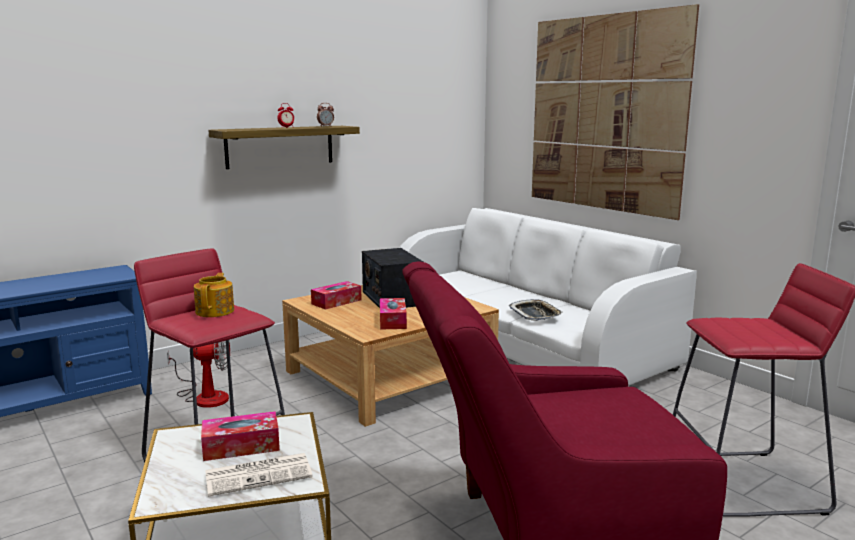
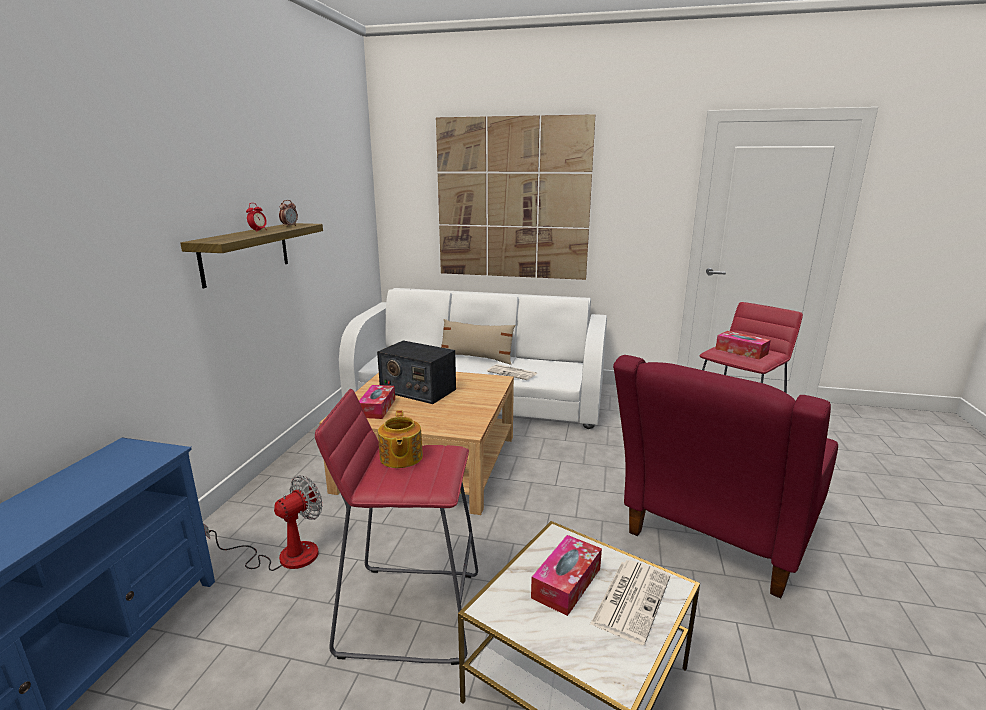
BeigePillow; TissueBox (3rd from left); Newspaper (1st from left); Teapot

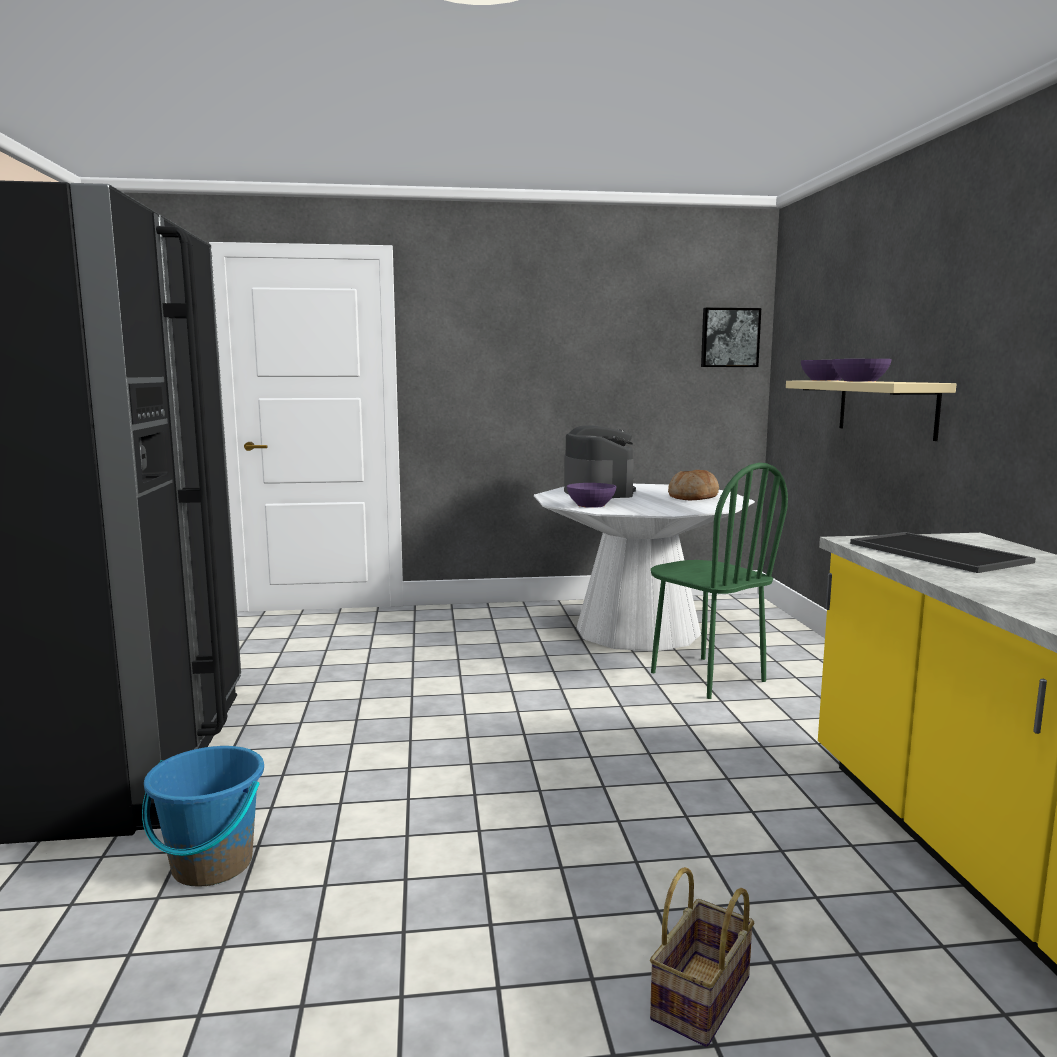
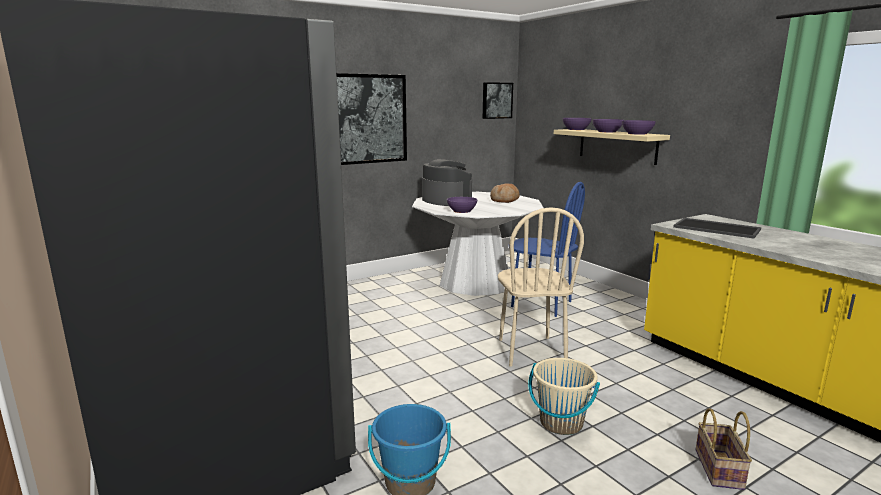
Picture (1st from left); BeigeChair; BeigeBucket; PurpleBowl (4th from left); BlueChair

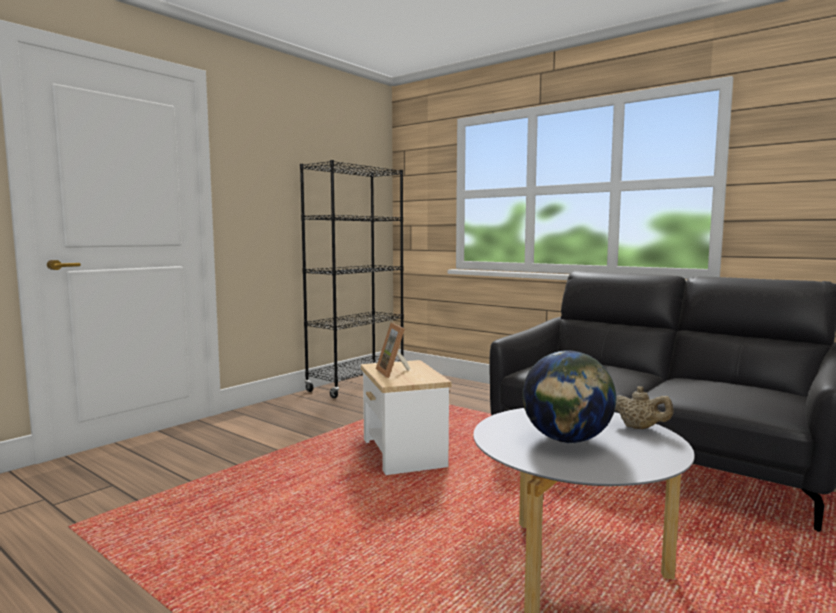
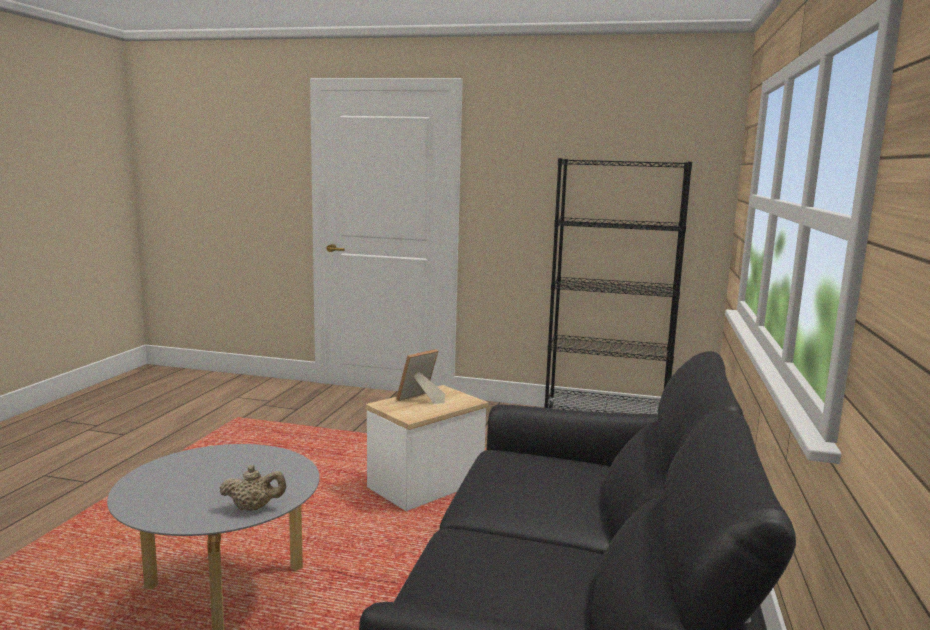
Globe; BeigeTeapot

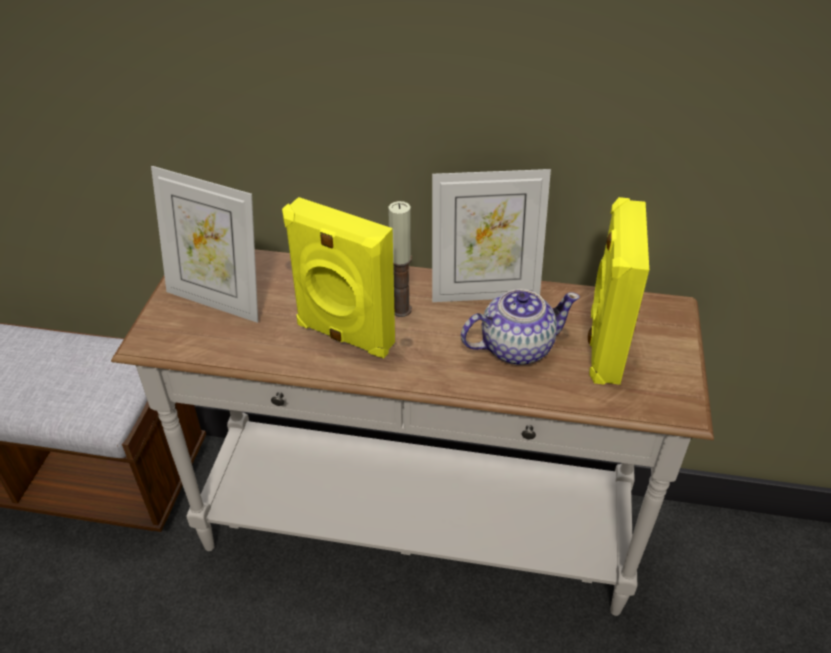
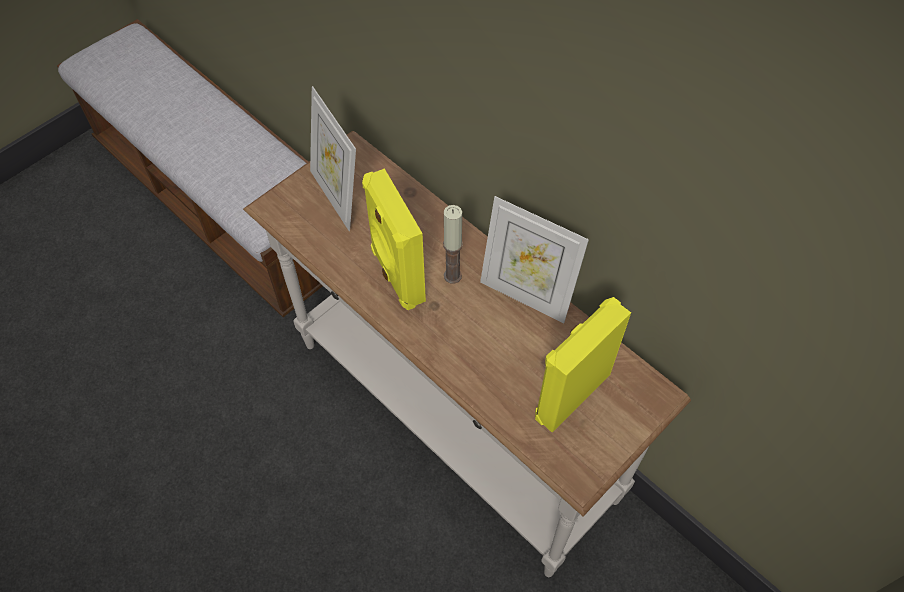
Teapot

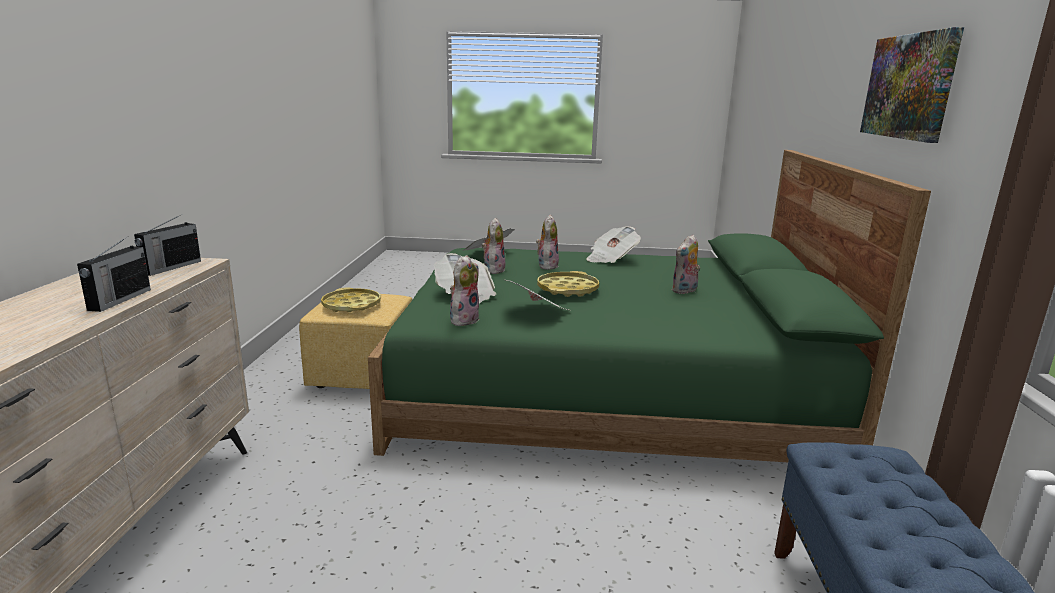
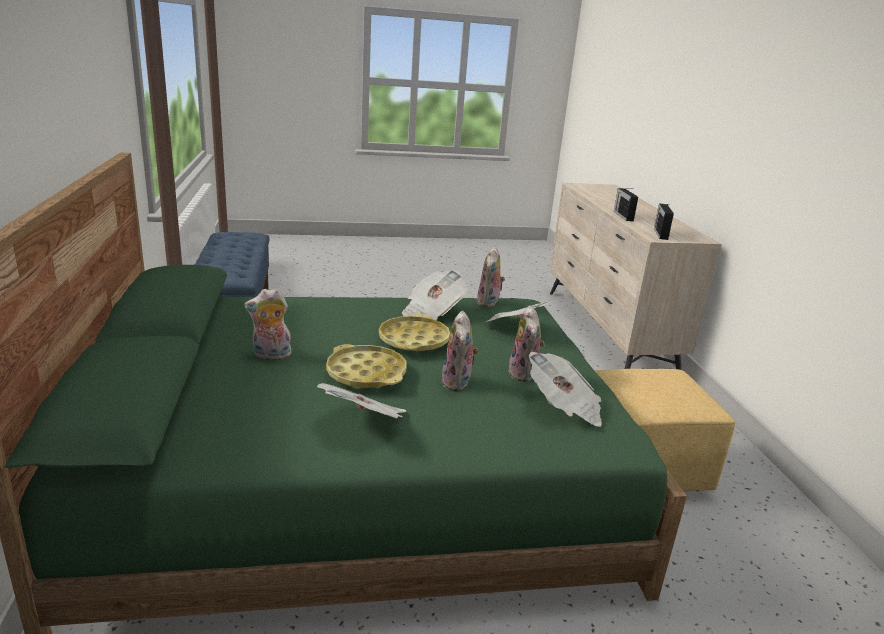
Picture; YellowTray (1st from left); PlushToy (1st from left)

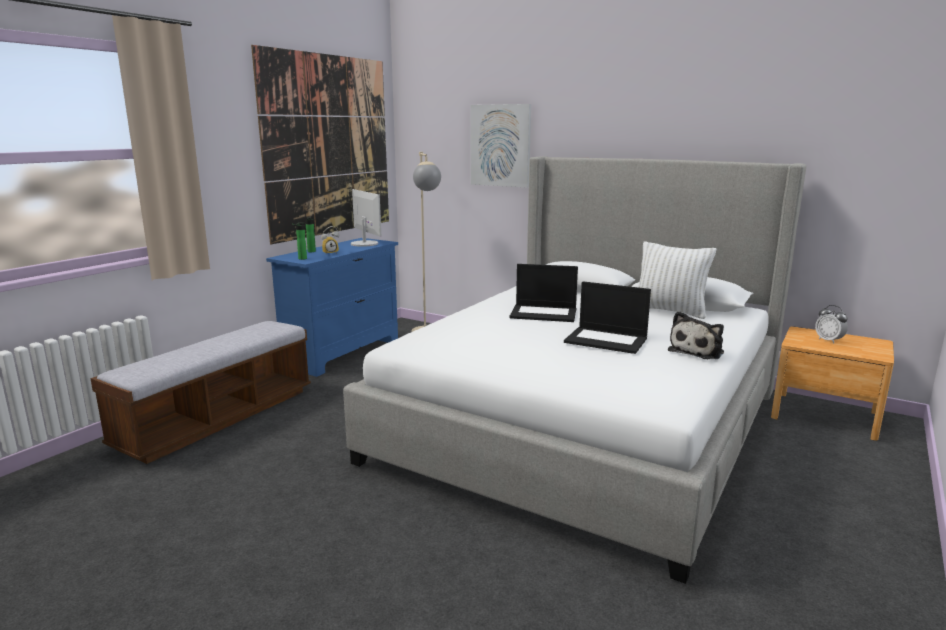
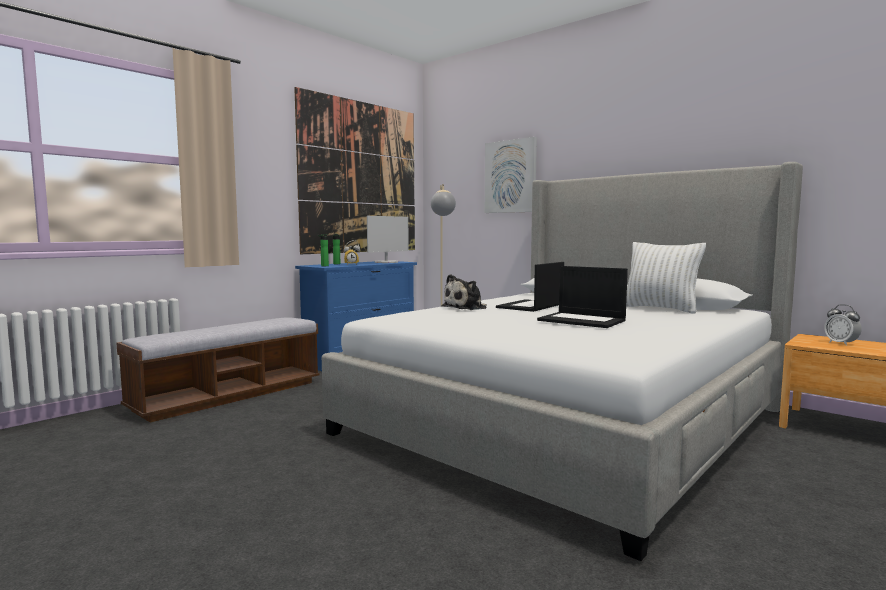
PlushToy; Monitor; Laptop (1st from left)

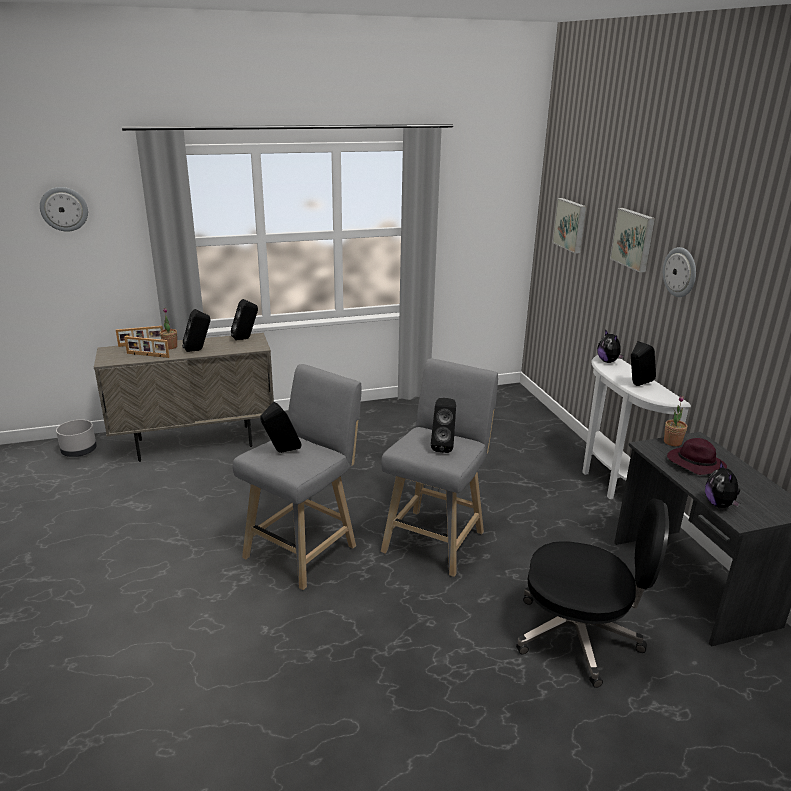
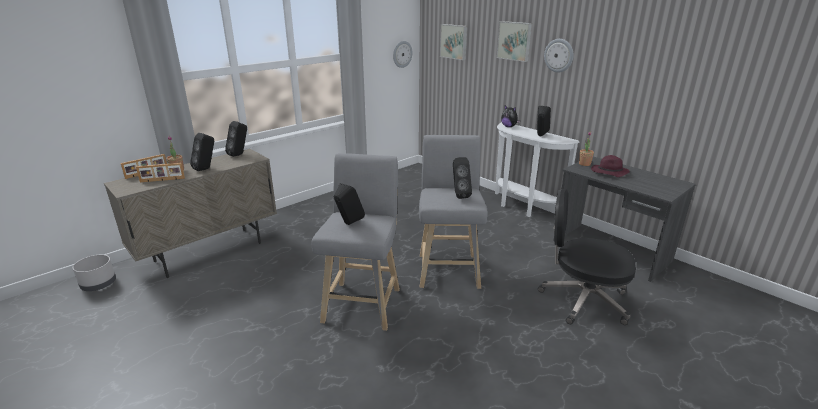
PlushToy (2nd from left in the first image); WallClock (1st from left); BlackOfficeChair

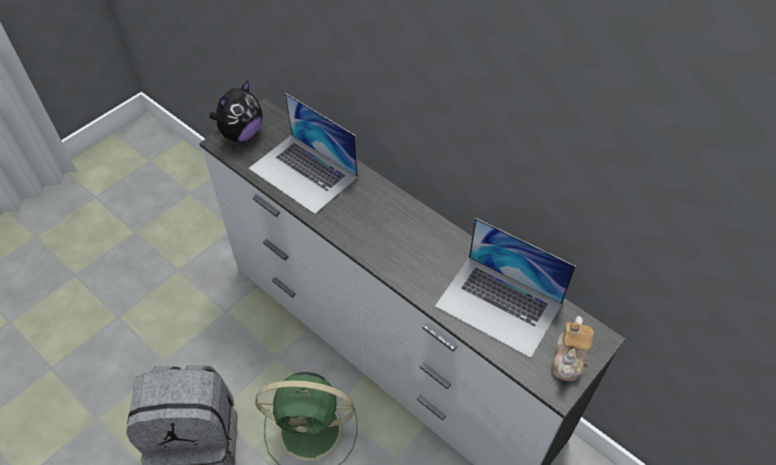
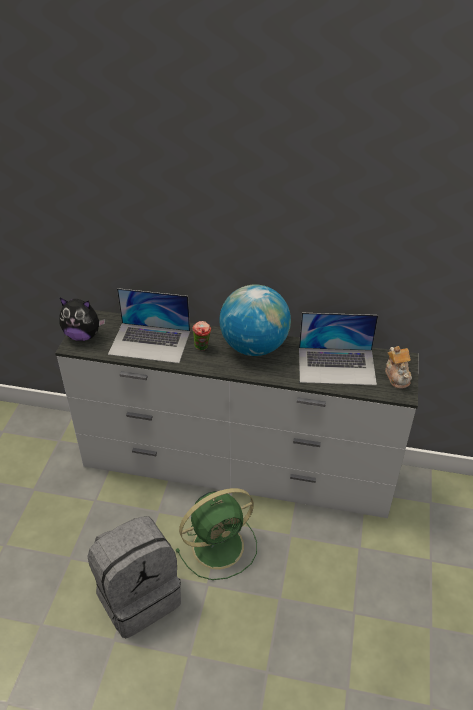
Cup; Globe; PlushToy

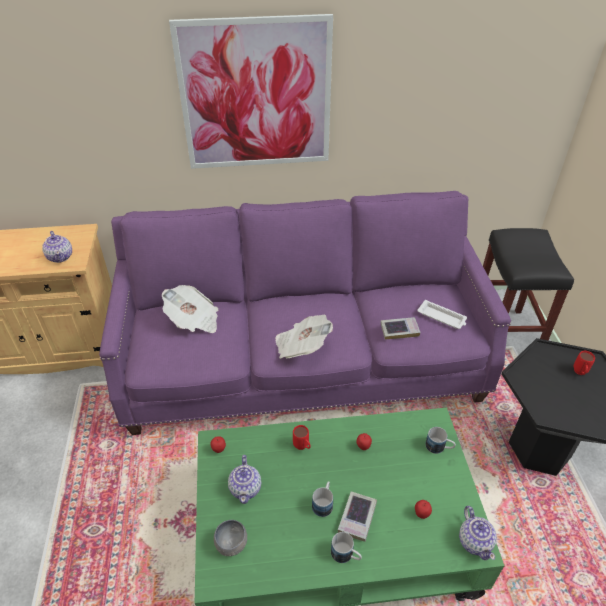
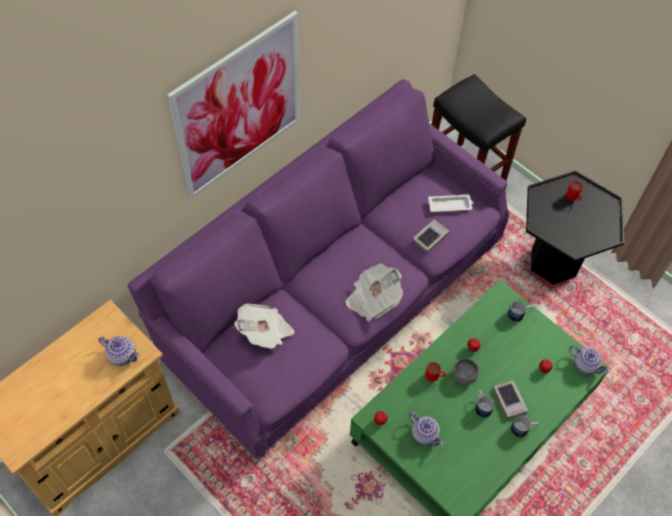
GreyBowl

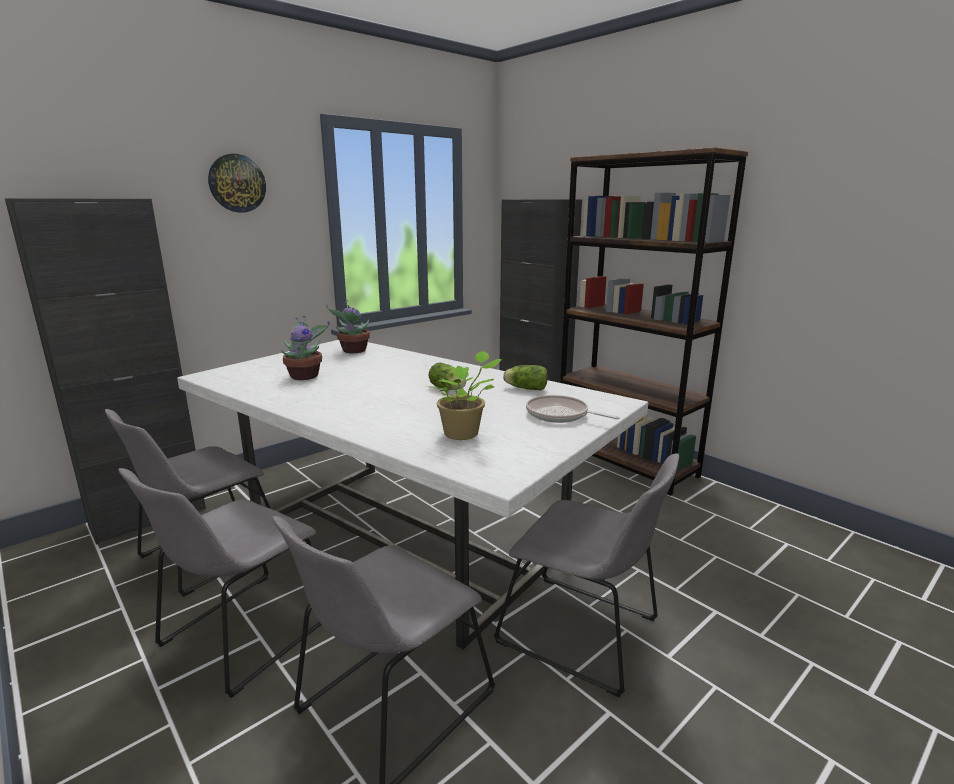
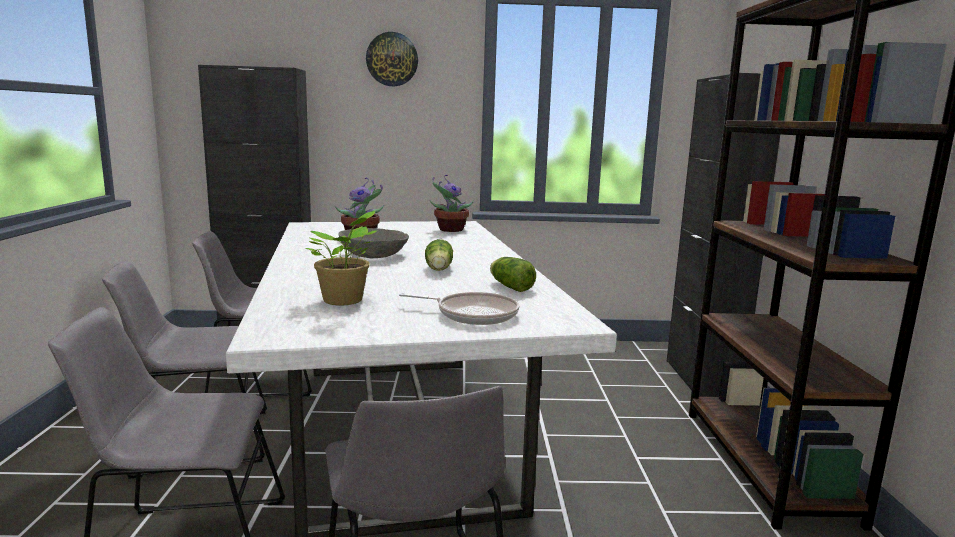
GreyBowl; FryingPan

